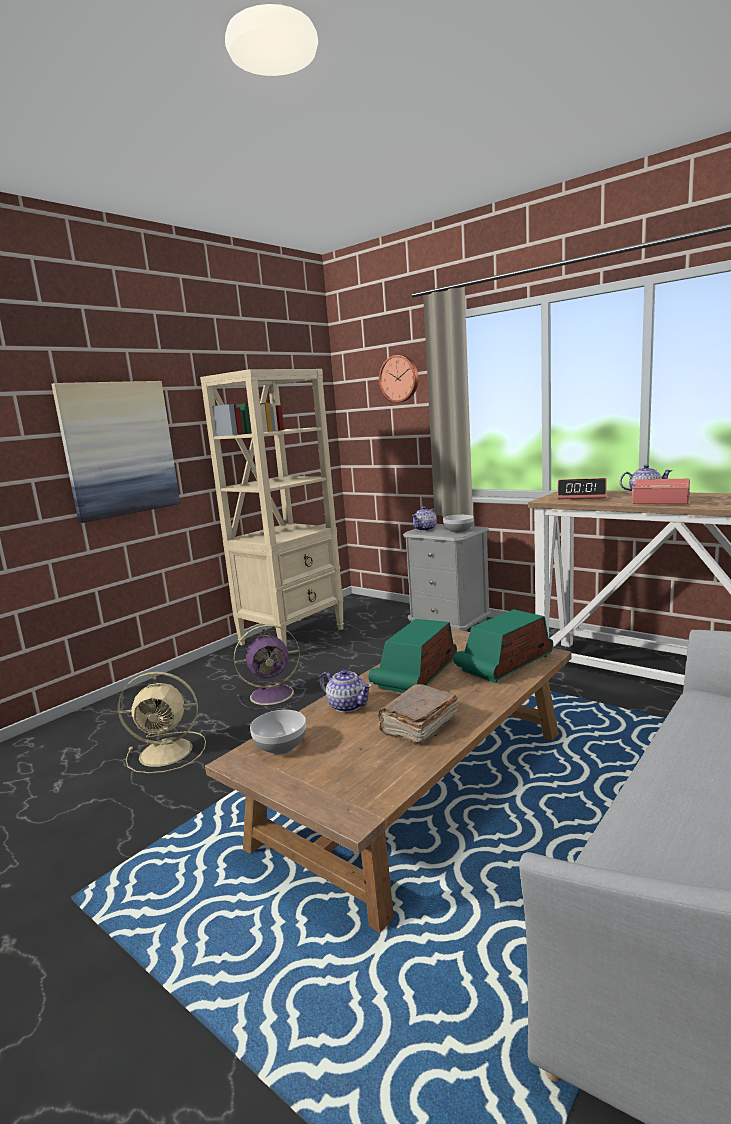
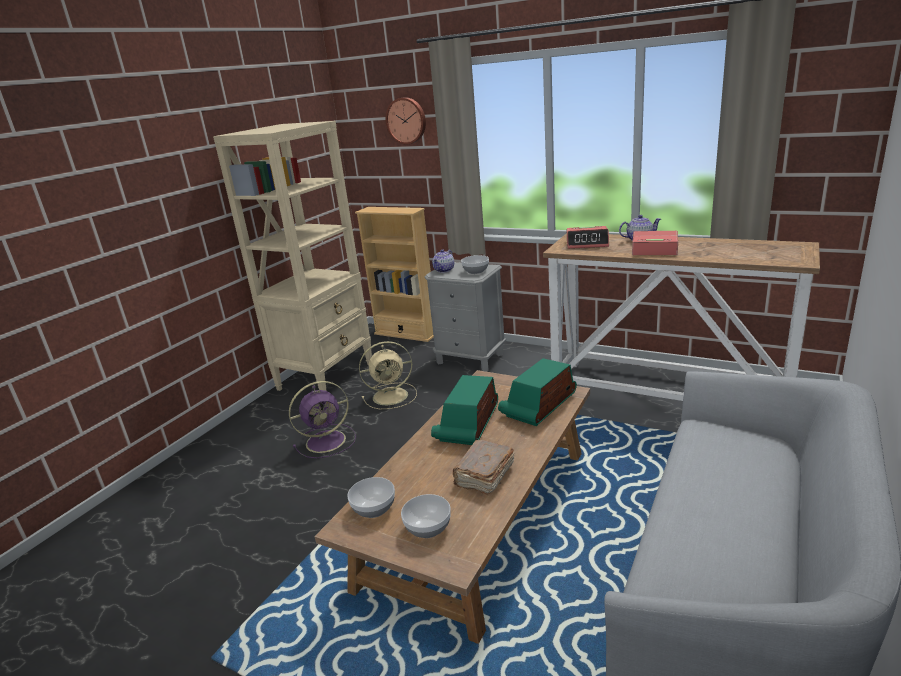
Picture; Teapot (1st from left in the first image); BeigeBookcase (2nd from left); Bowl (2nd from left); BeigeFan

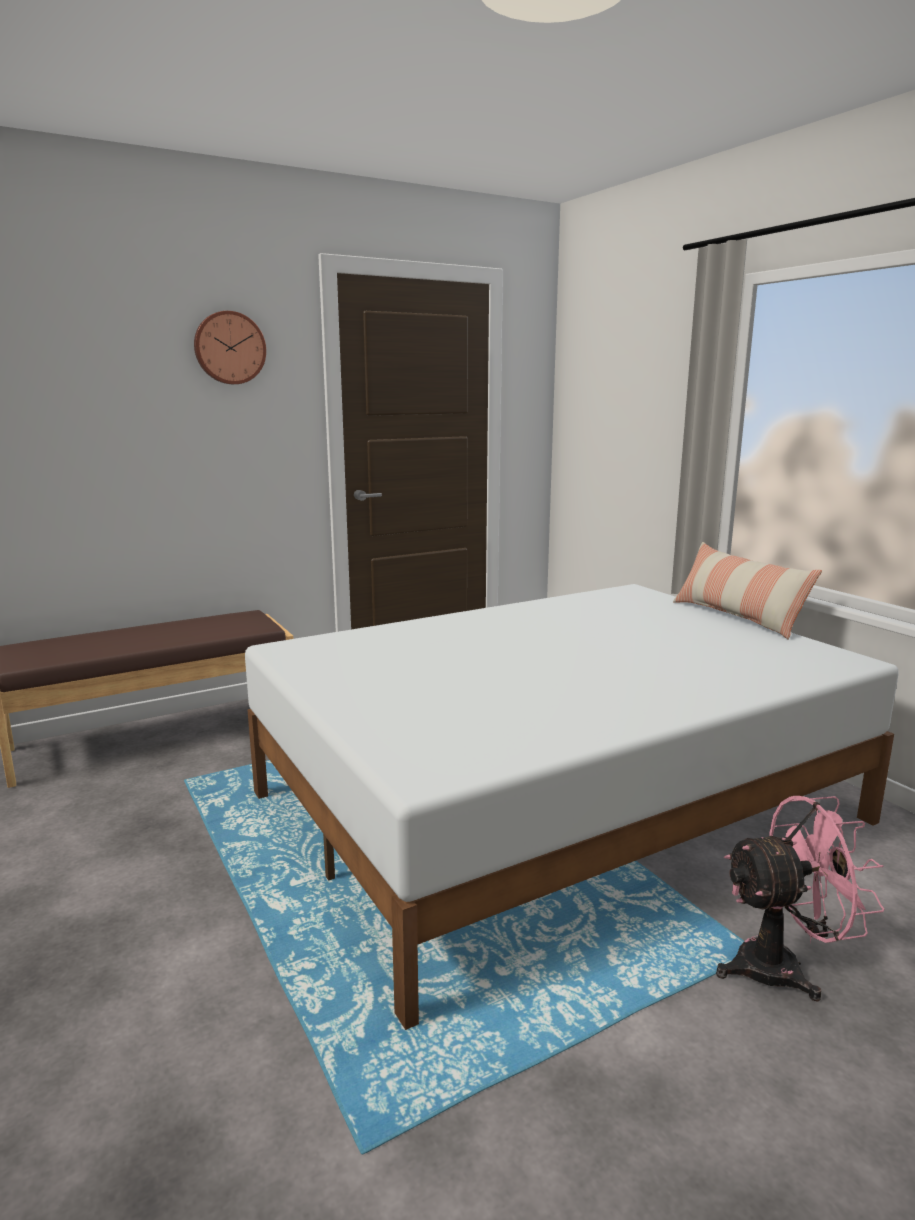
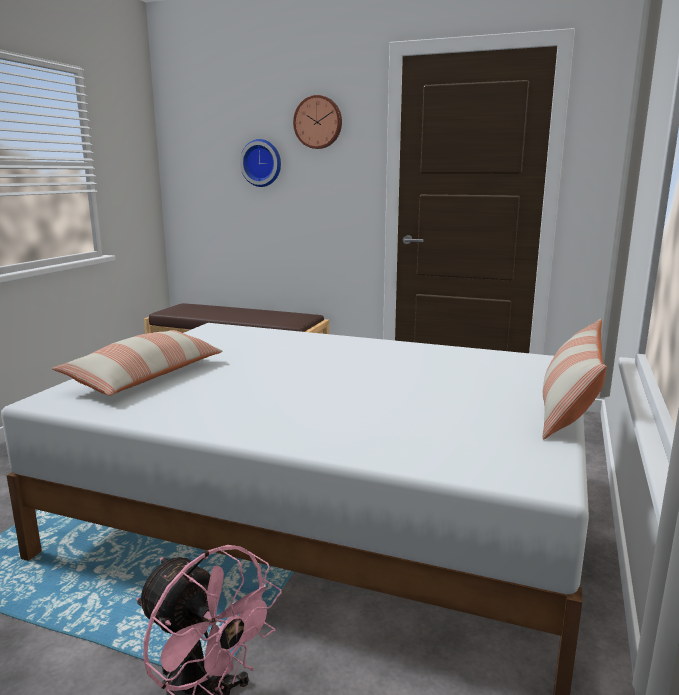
Pillow (1st from left); WallClock (1st from left)

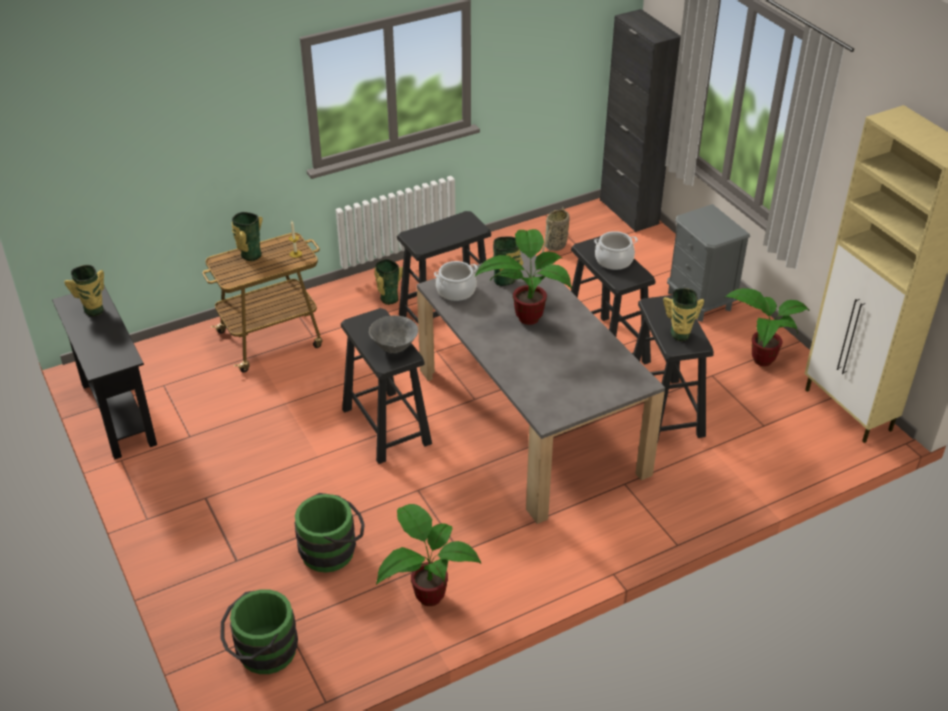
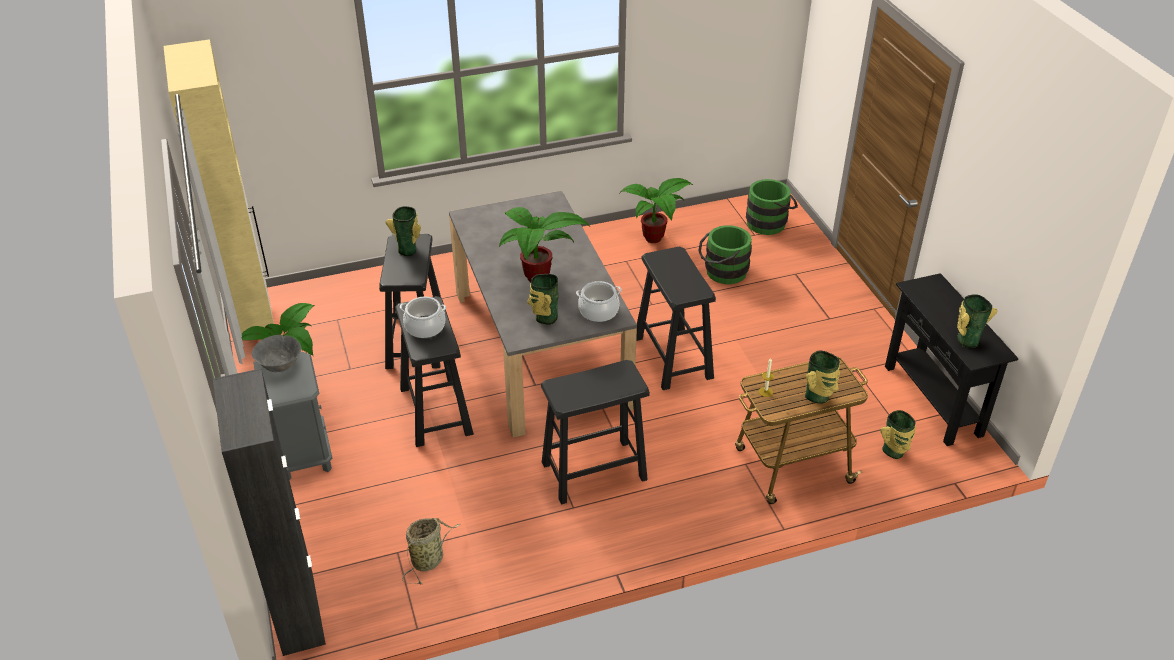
GreyBowl; Vase (4th from left)

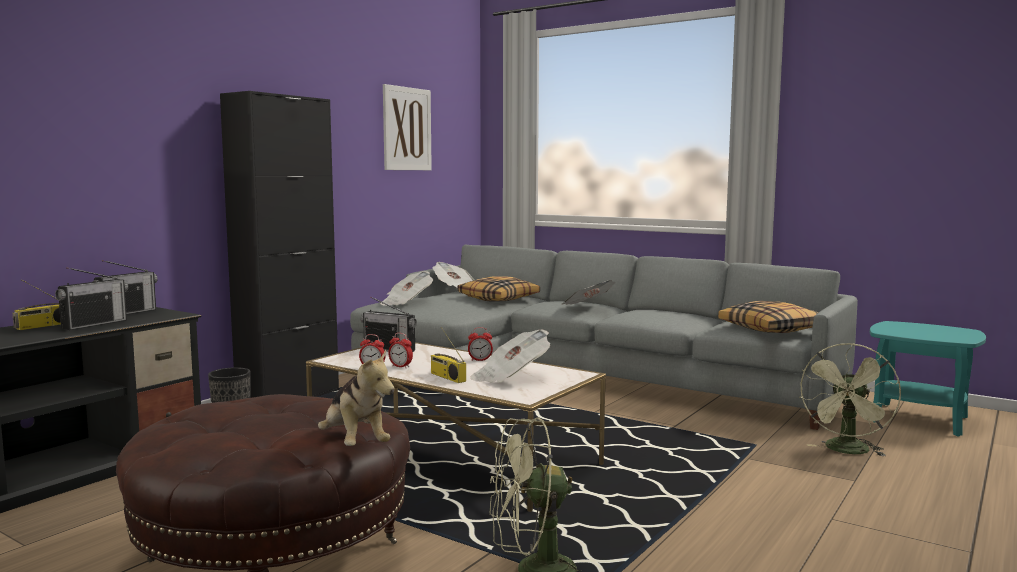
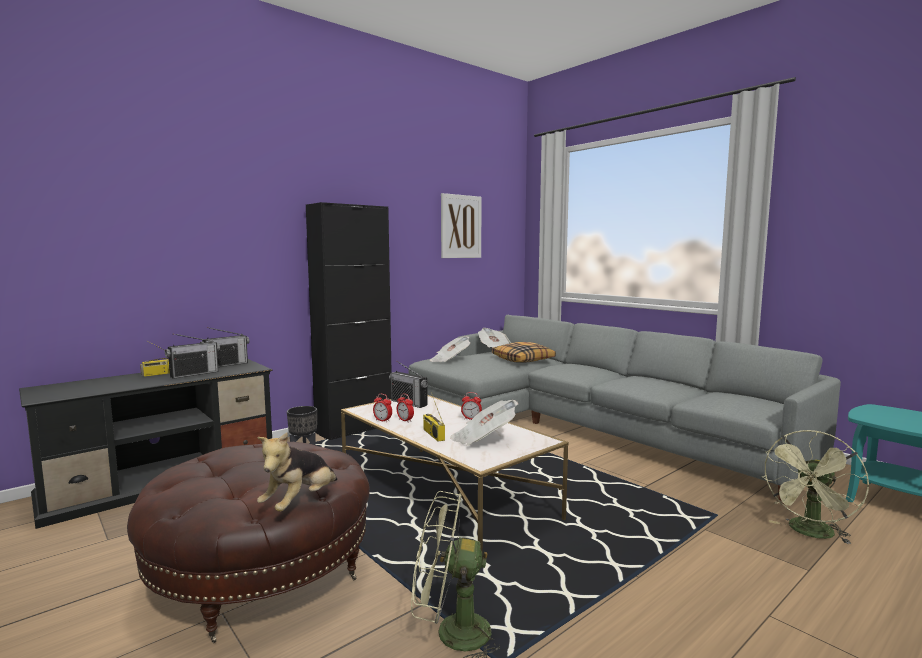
Newspaper (4th from left in the first image); Pillow (2nd from left in the first image); PlushToy

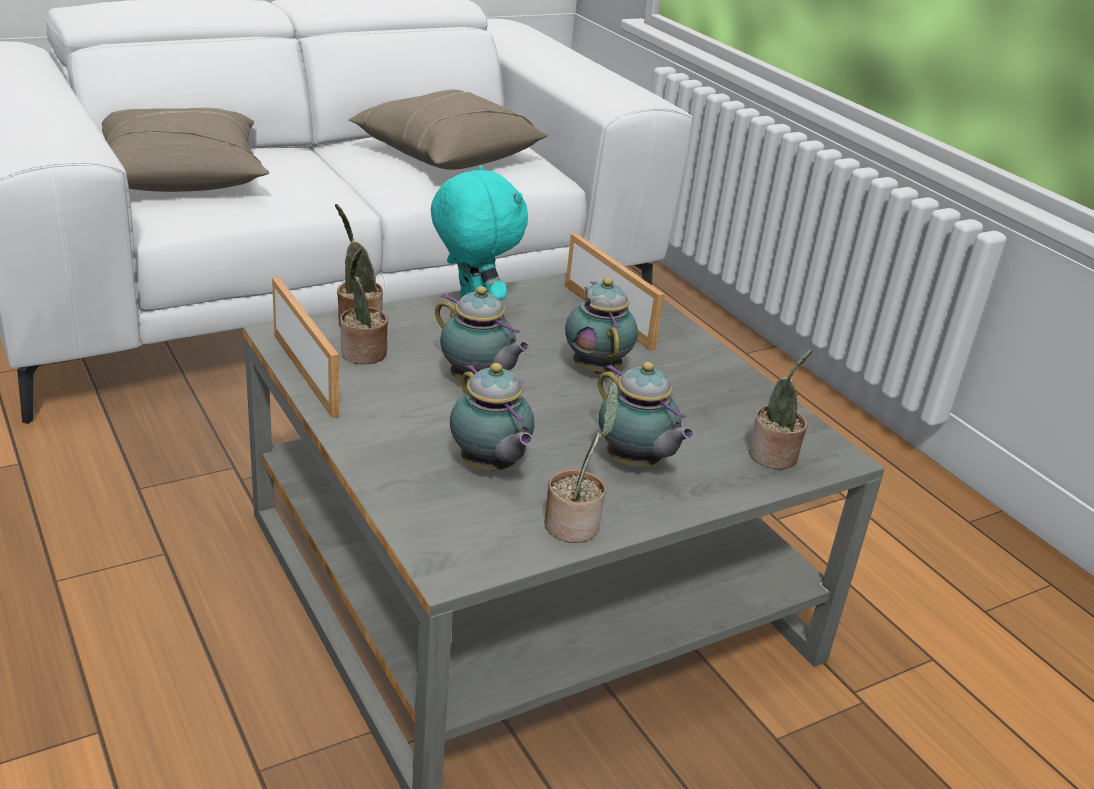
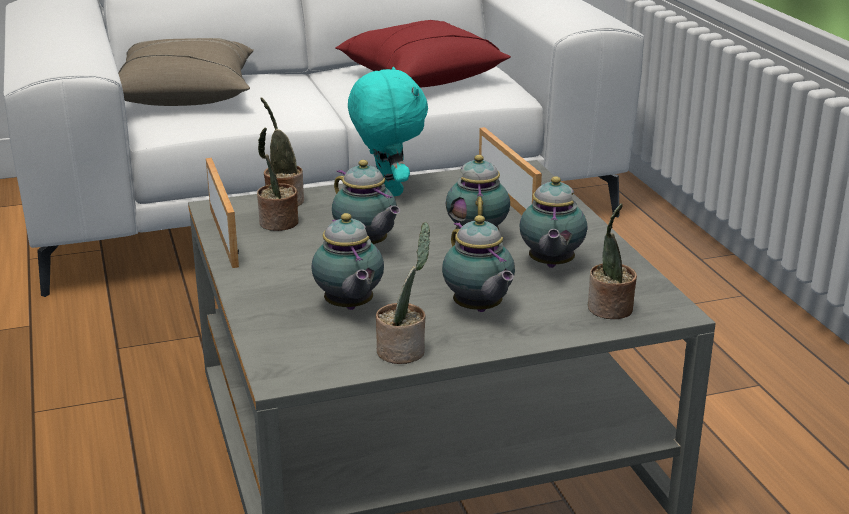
Teapot (5th from left); RedPillow

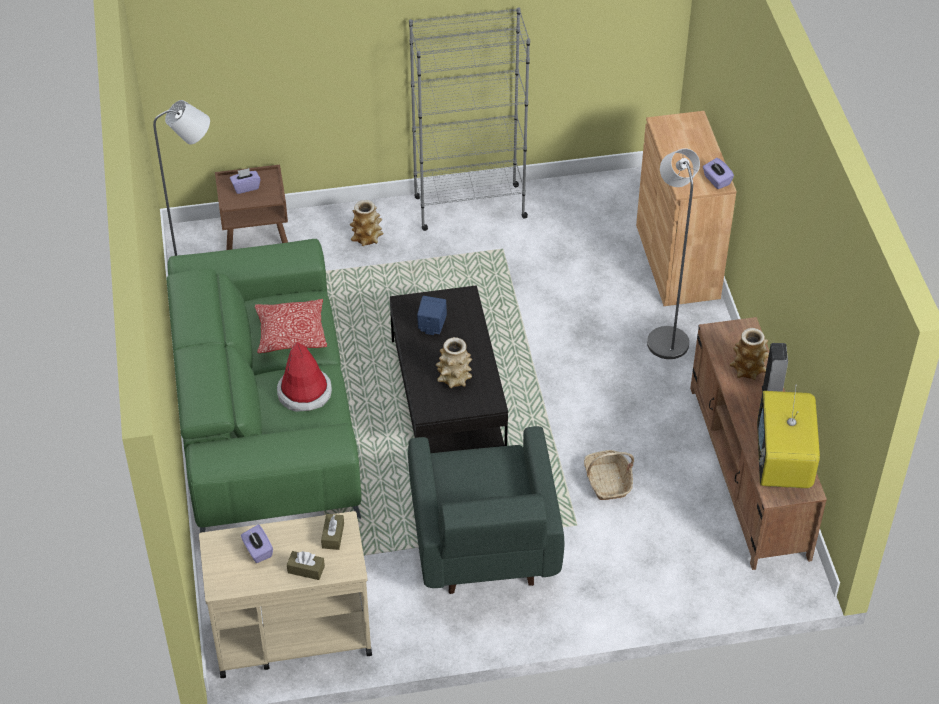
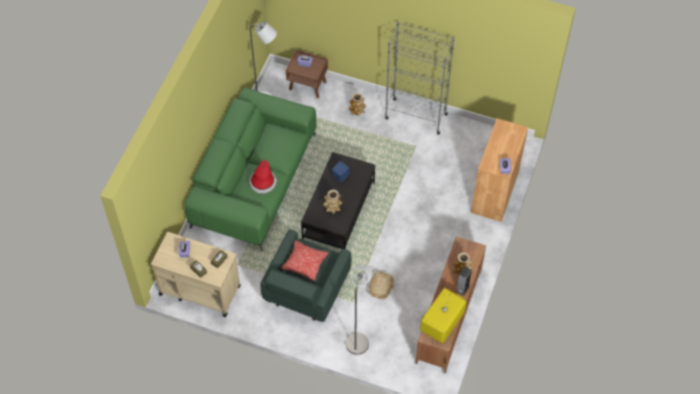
Pillow; GreyFloorLamp (2nd from left)

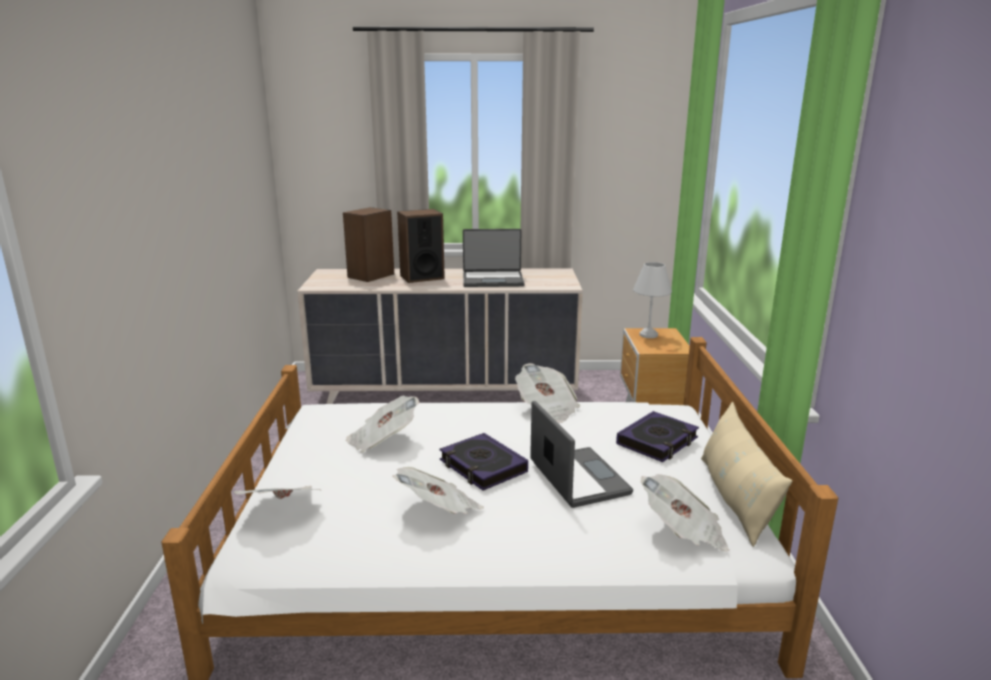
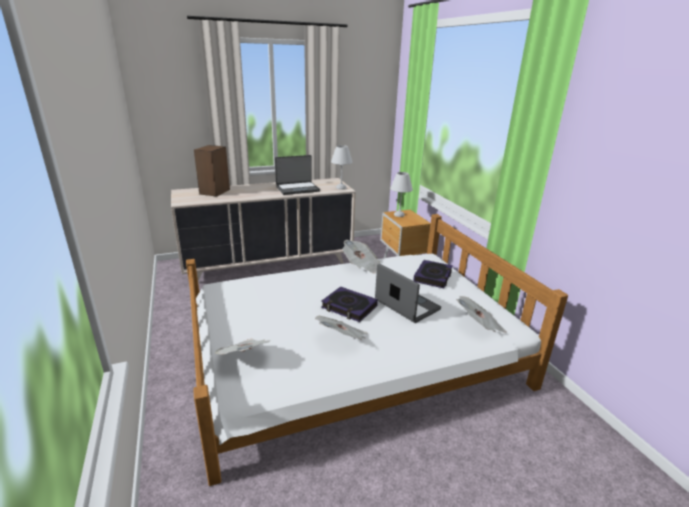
Newspaper (2nd from left in the first image); Speaker (2nd from left in the first image); BeigePillow; WhiteTableLamp (1st from left)

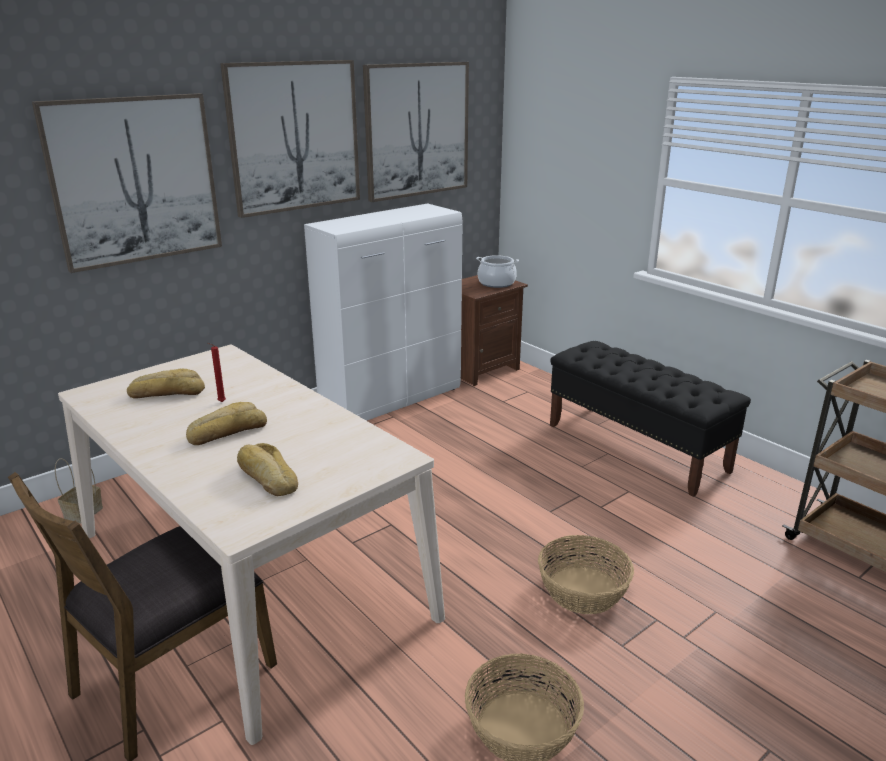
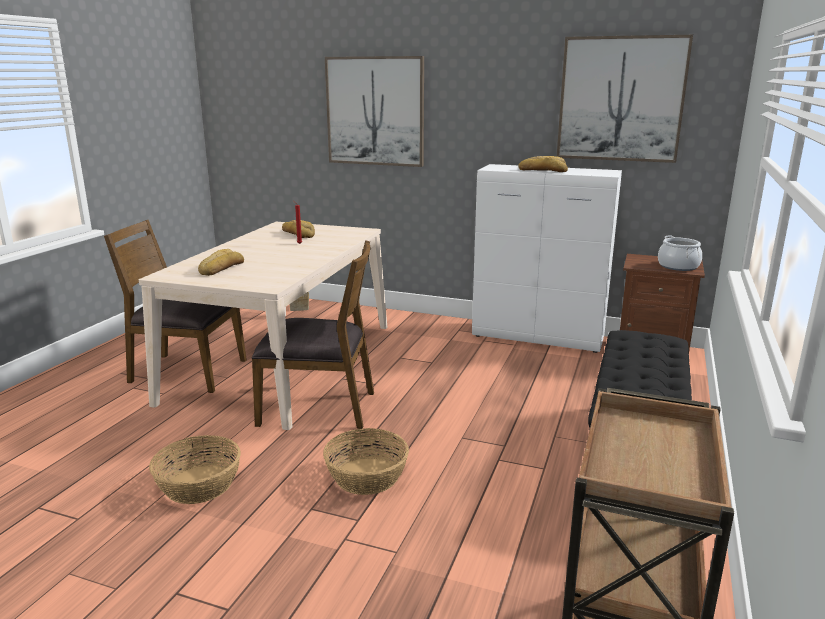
Picture (2nd from left in the first image); BrownChair (2nd from left); Bread (3rd from left)

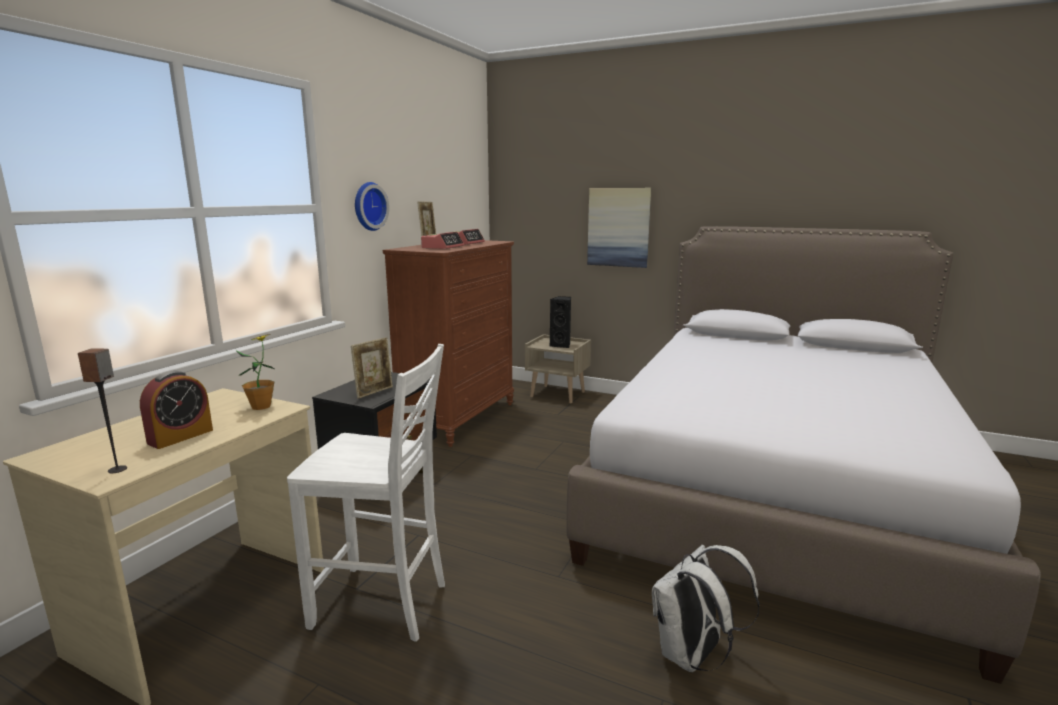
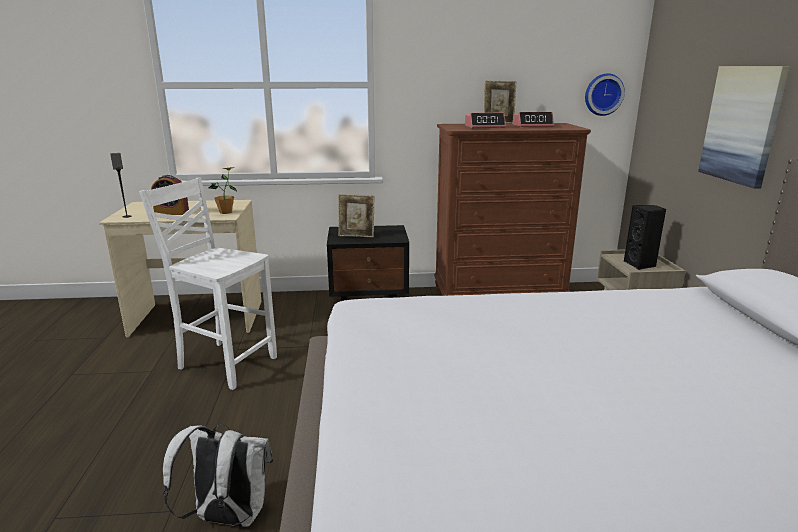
WallClock; WhiteChair

